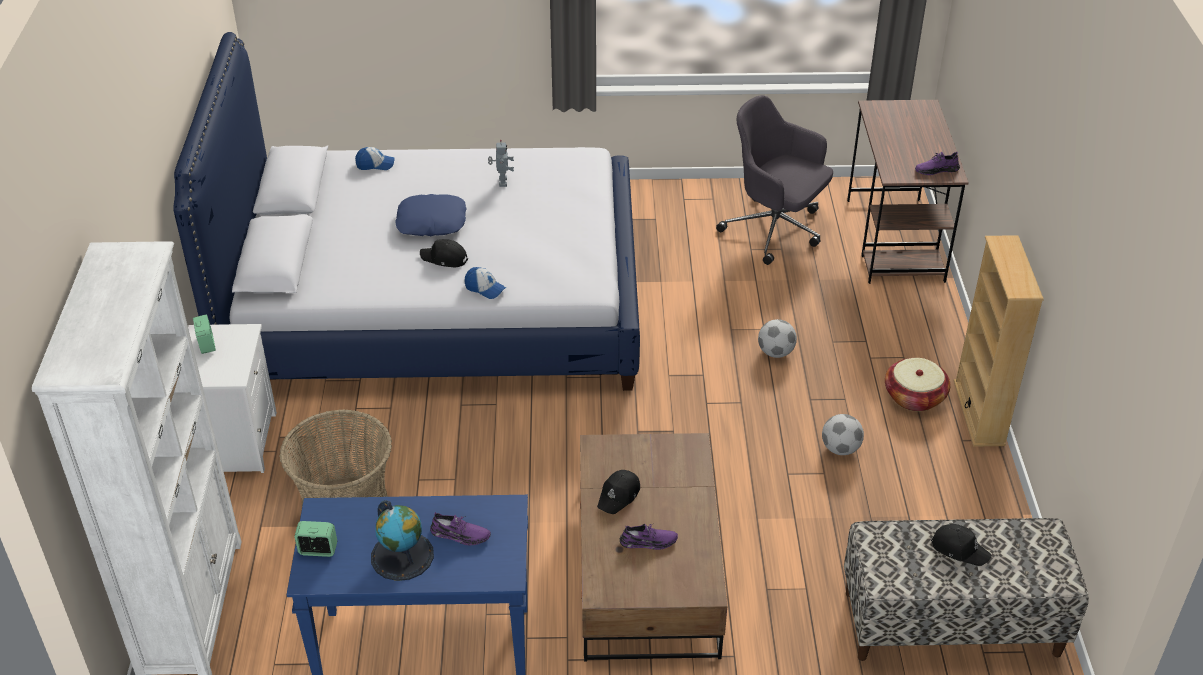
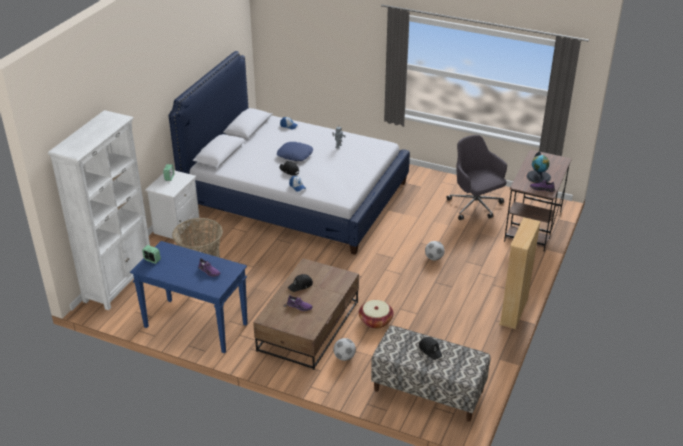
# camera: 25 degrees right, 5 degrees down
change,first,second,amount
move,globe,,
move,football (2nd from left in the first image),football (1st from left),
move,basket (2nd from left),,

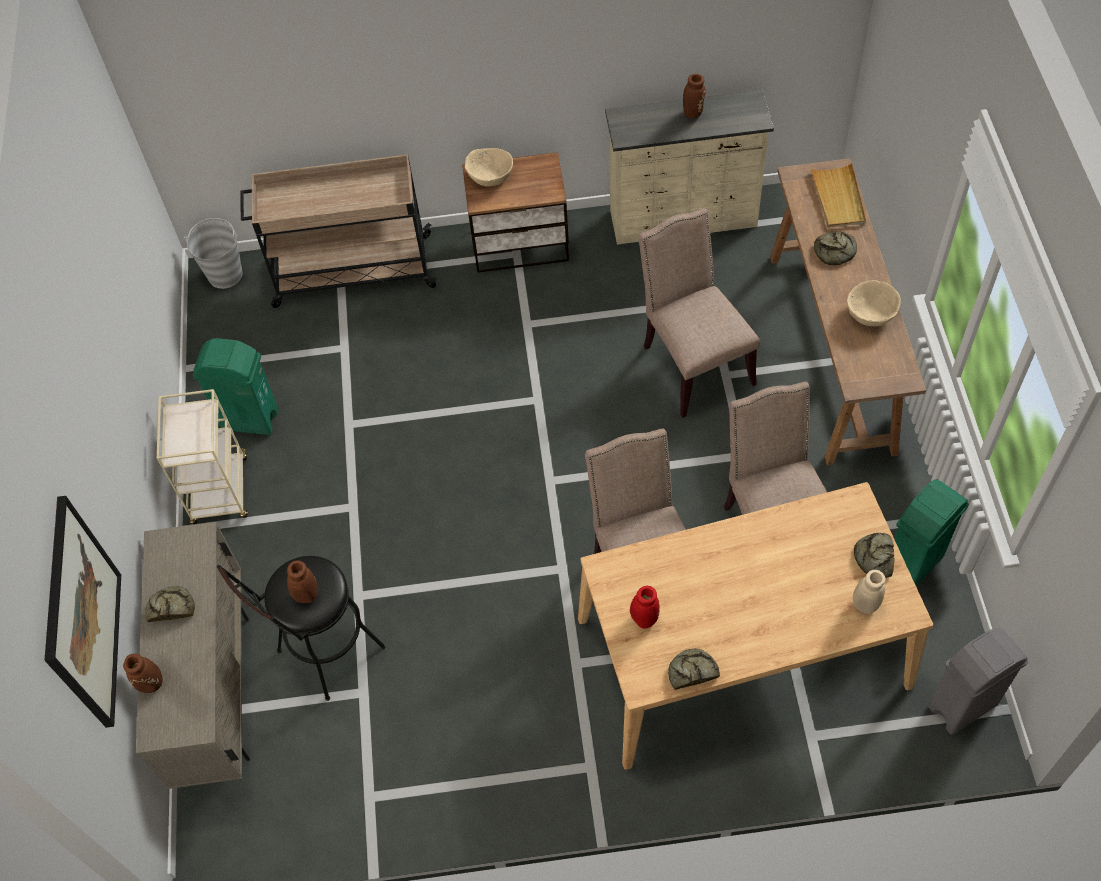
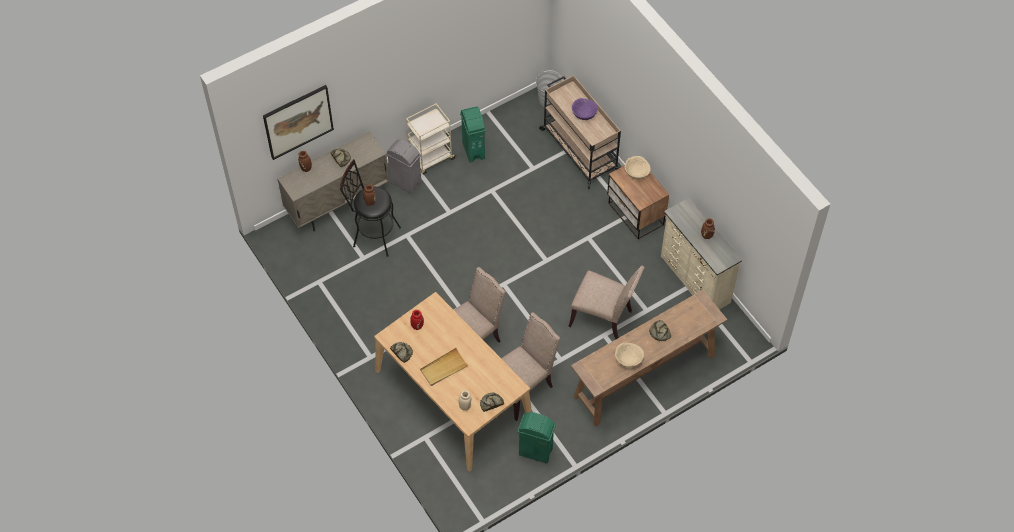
# camera: 60 degrees right, 0 degrees up
change,first,second,amount
insert,,purple bowl,
move,beige tray,,
move,grey trash can,,
rotate,beige chair (2nd from left in the first image),beige chair (3rd from left),75 degrees clockwise

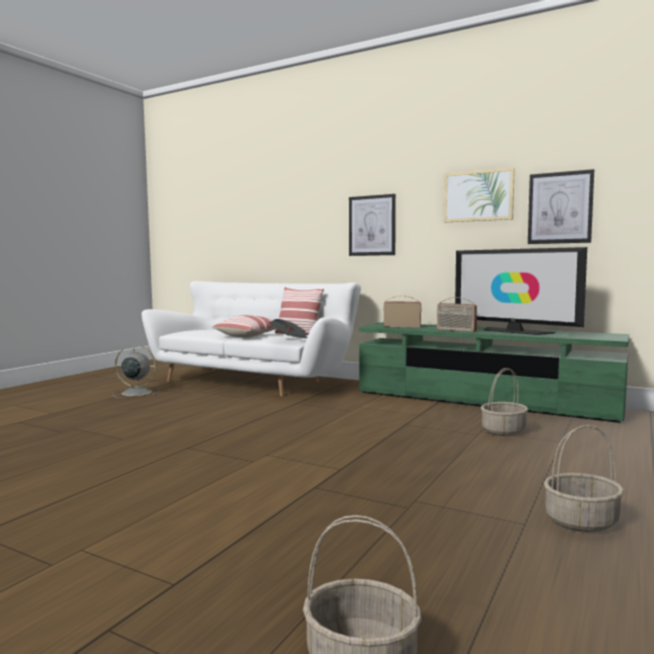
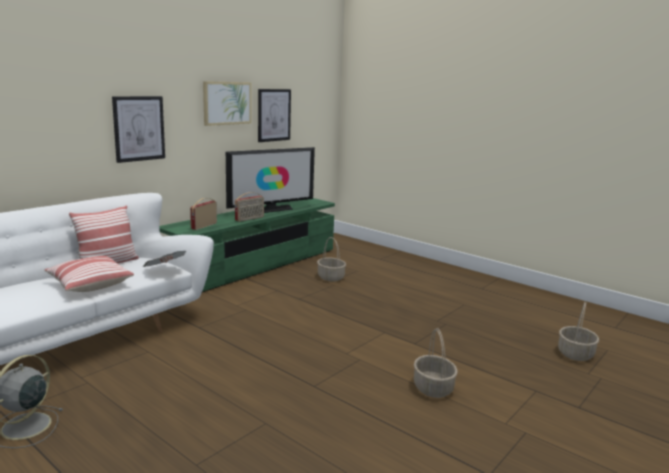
# camera: 80 degrees left, 10 degrees up
change,first,second,amount
move,basket (3rd from left in the first image),basket (2nd from left),

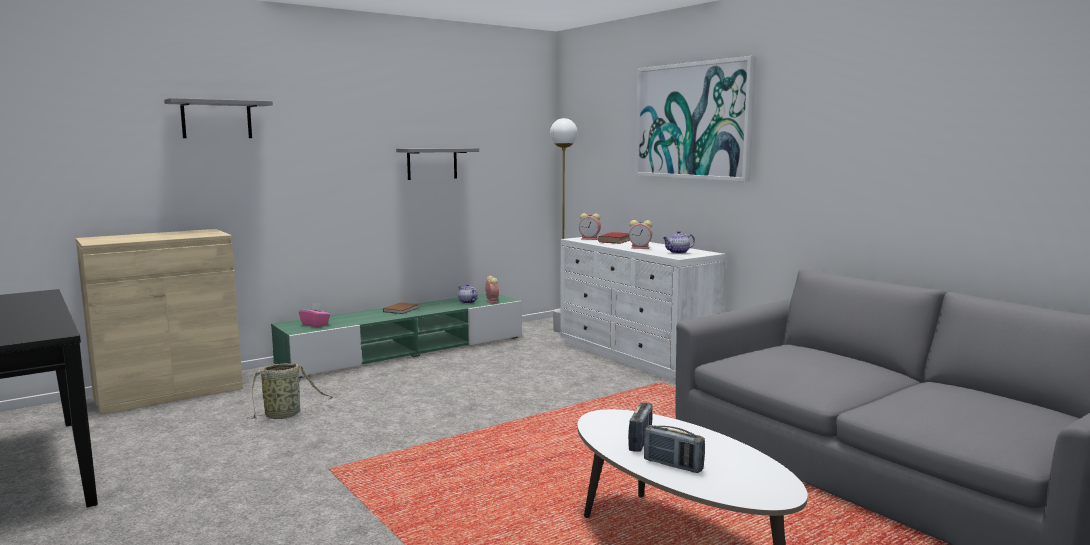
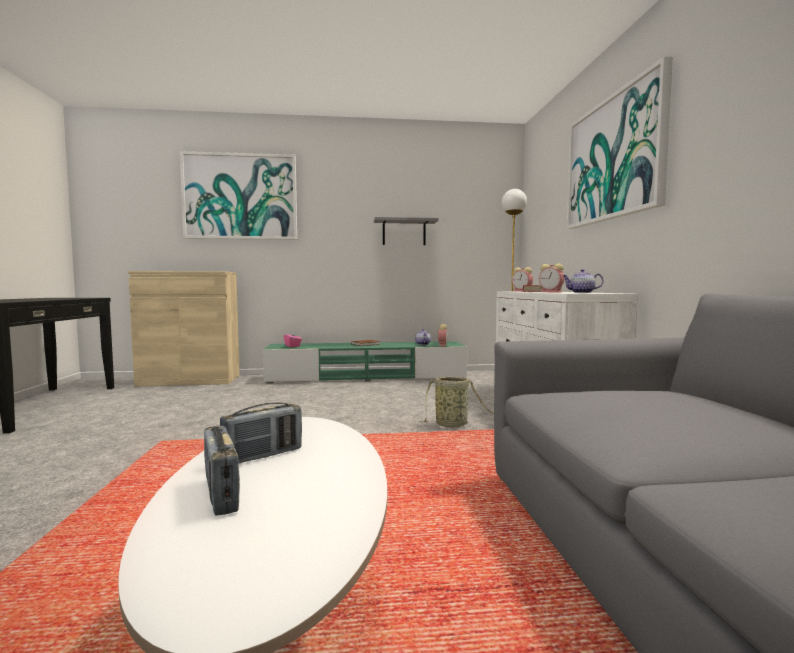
# camera: 30 degrees right, 5 degrees down
change,first,second,amount
move,basket,,
replace,grey shelf (1st from left),picture (1st from left),

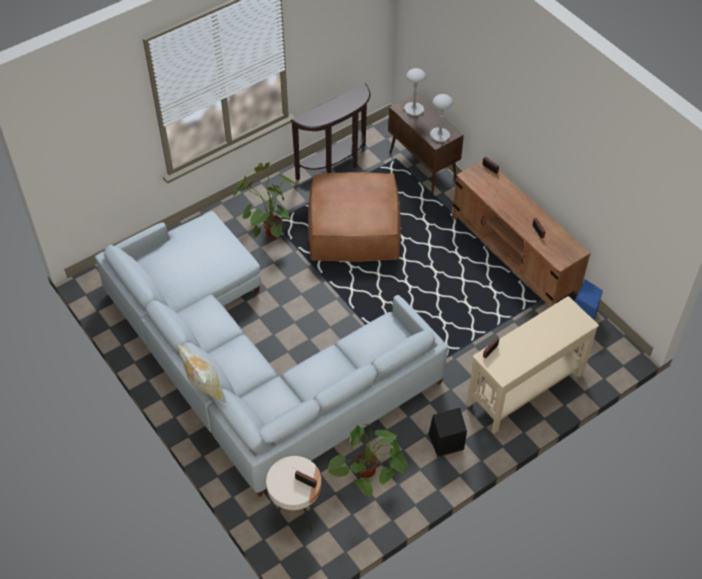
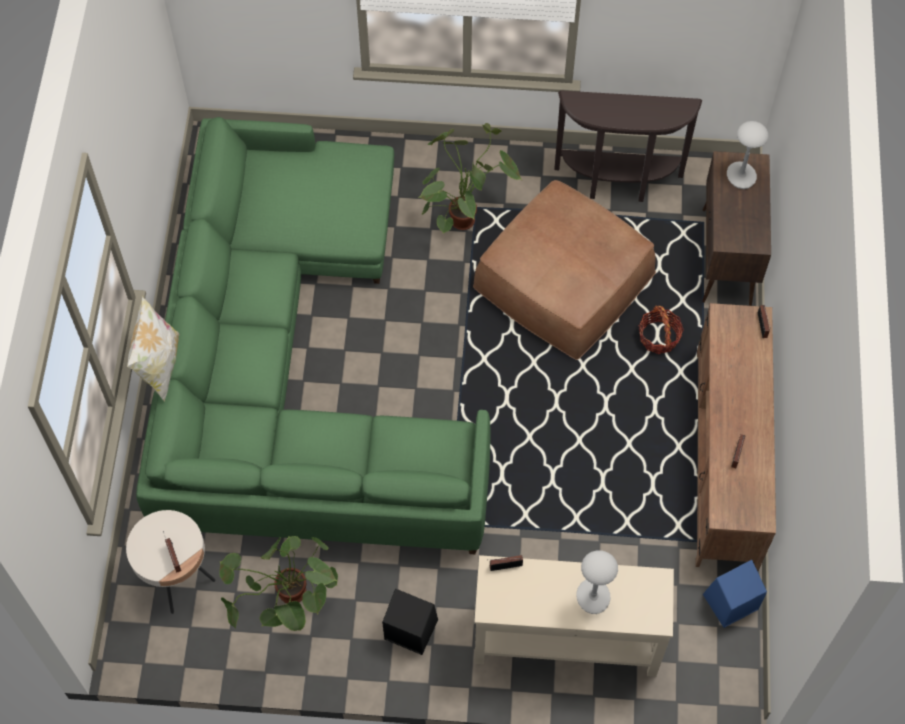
# camera: 40 degrees right, 10 degrees up
change,first,second,amount
insert,,basket,
move,grey table lamp (2nd from left in the first image),grey table lamp (1st from left),
recolor,grey sofa,green sofa,

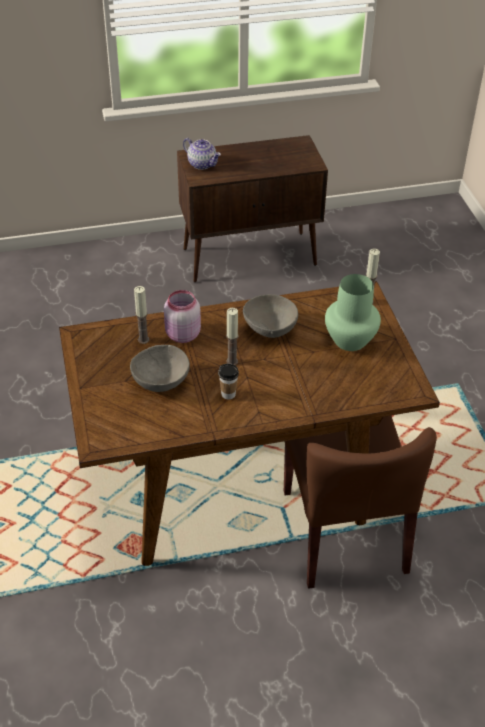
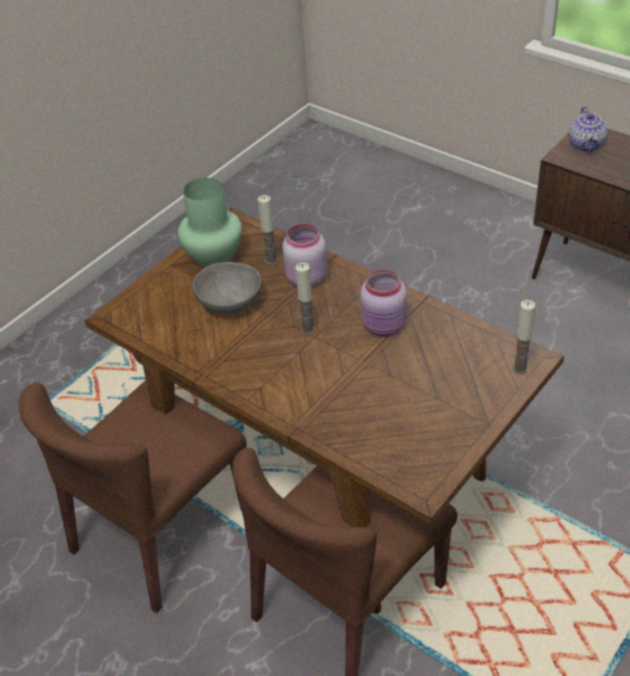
# camera: 55 degrees right, 0 degrees up
change,first,second,amount
delete,cup,,
insert,,brown chair (1st from left),
move,green vase,,
replace,grey bowl (2nd from left),pink jar (2nd from left),

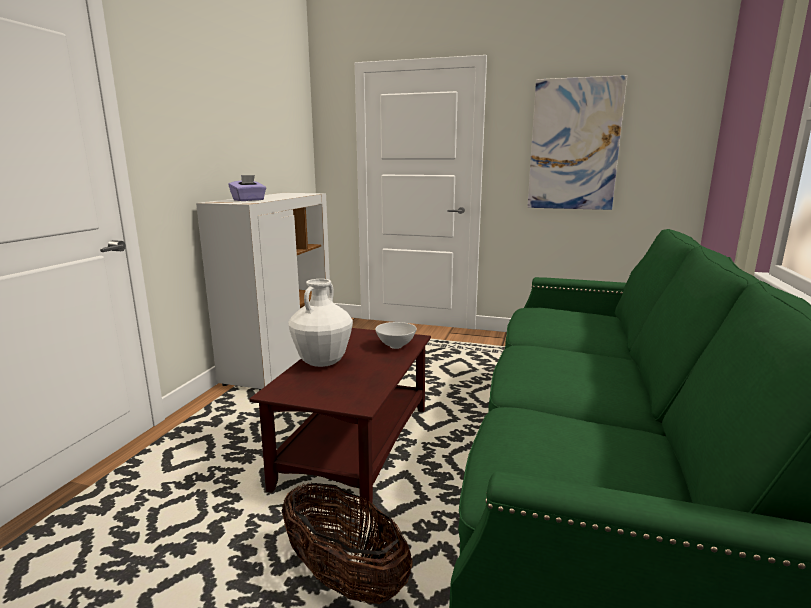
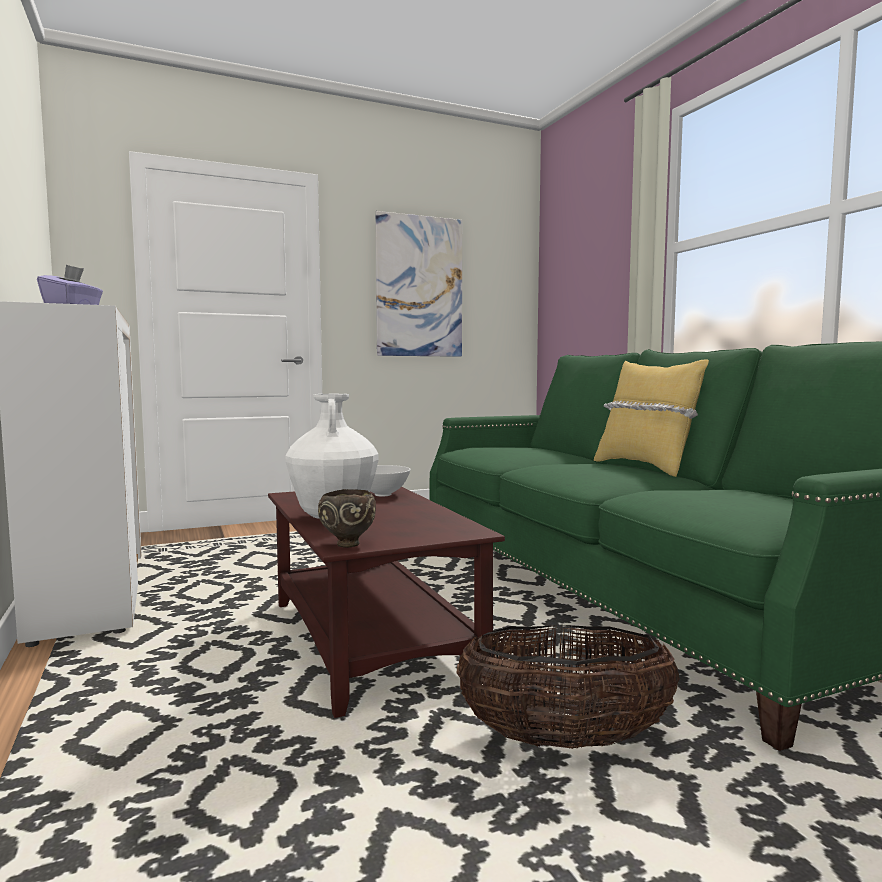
# camera: 40 degrees left, 10 degrees down
change,first,second,amount
insert,,brown bowl,
insert,,yellow pillow,

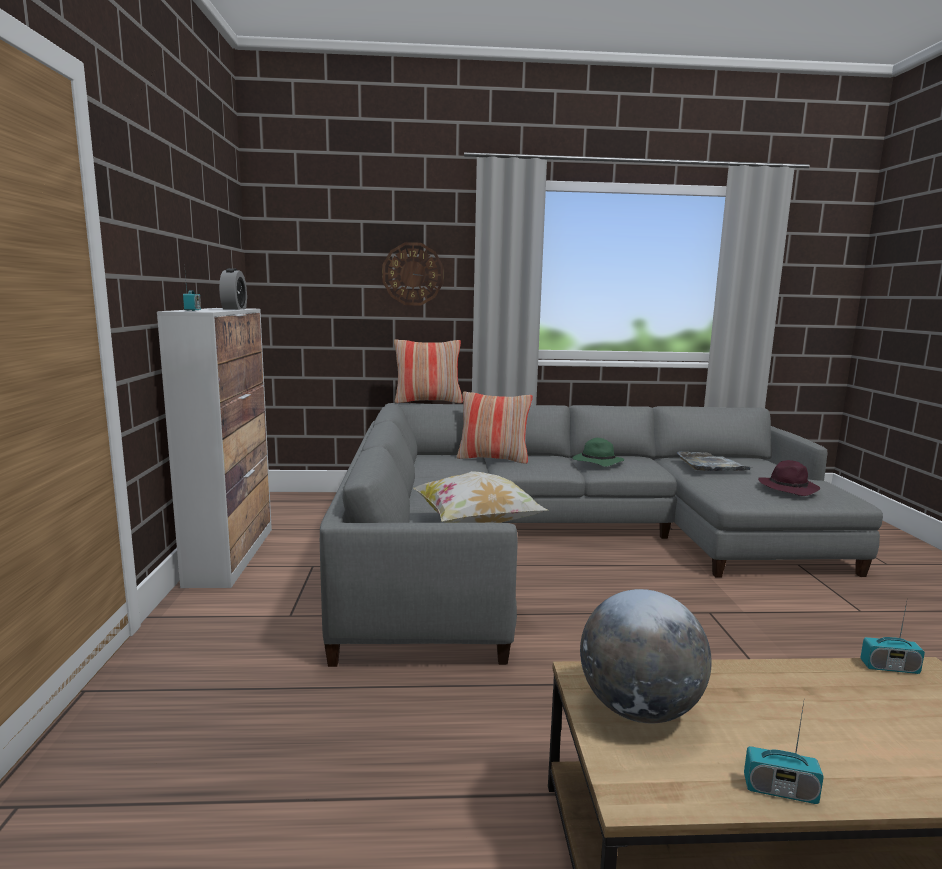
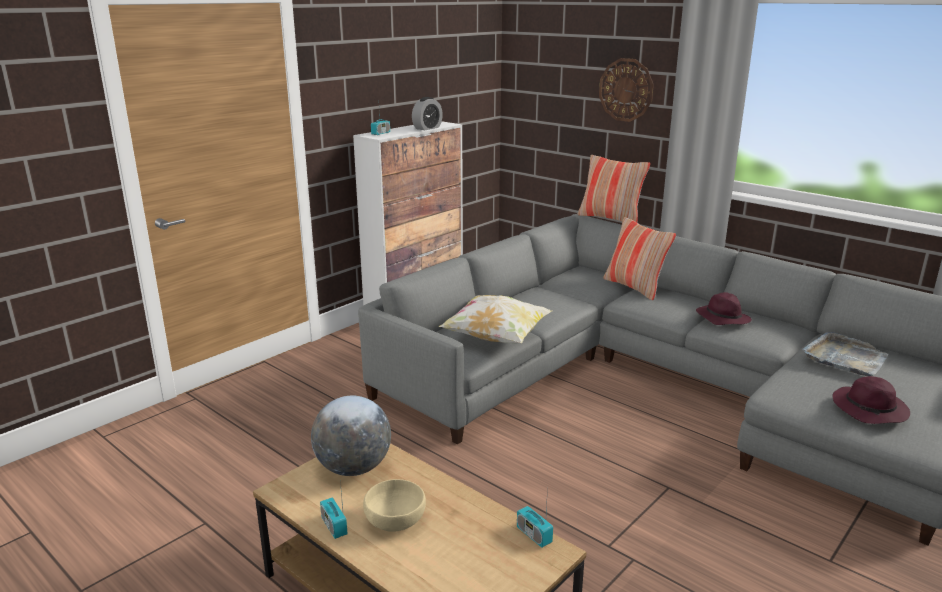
# camera: 45 degrees right, 10 degrees up
change,first,second,amount
insert,,beige bowl,
recolor,green hat,purple hat (1st from left),

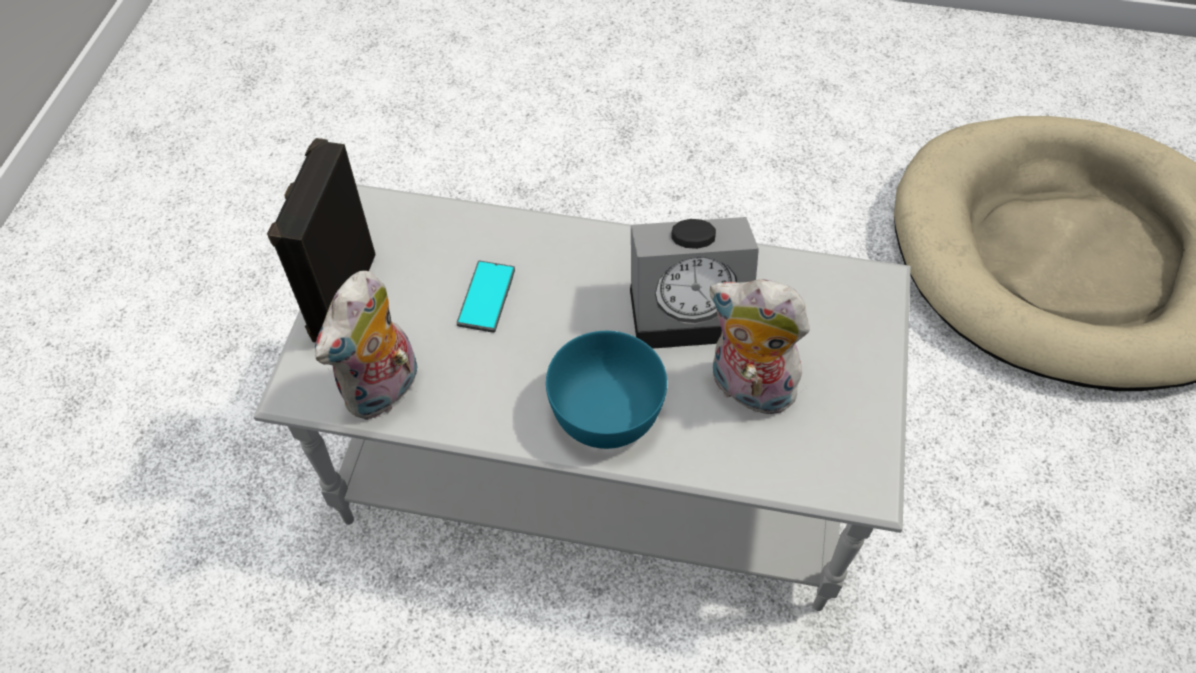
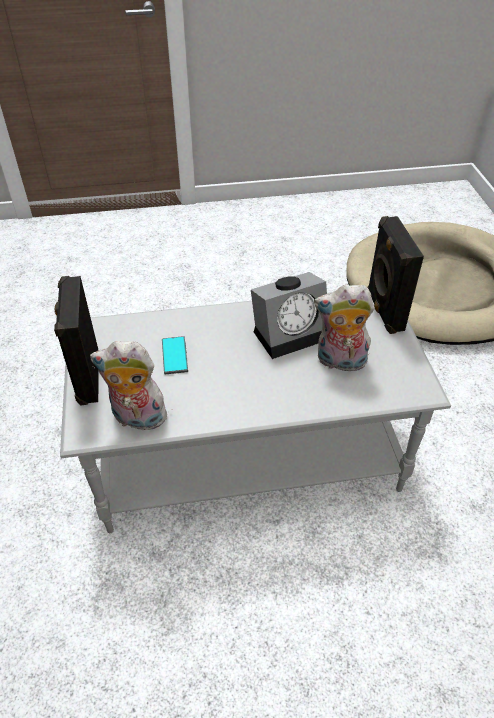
# camera: 20 degrees left, 10 degrees down
change,first,second,amount
delete,turquoise bowl,,
insert,,black speaker (2nd from left),
rotate,plush toy (1st from left),,90 degrees clockwise

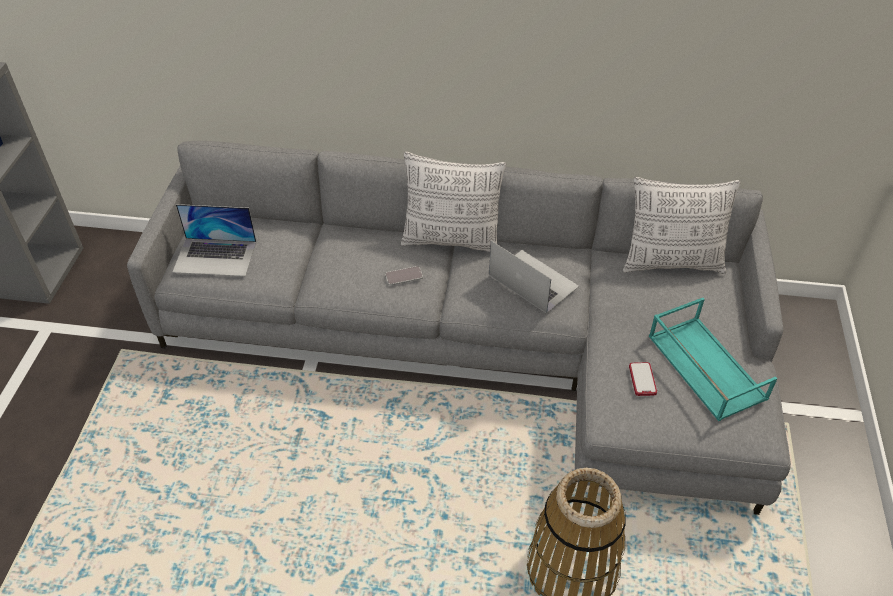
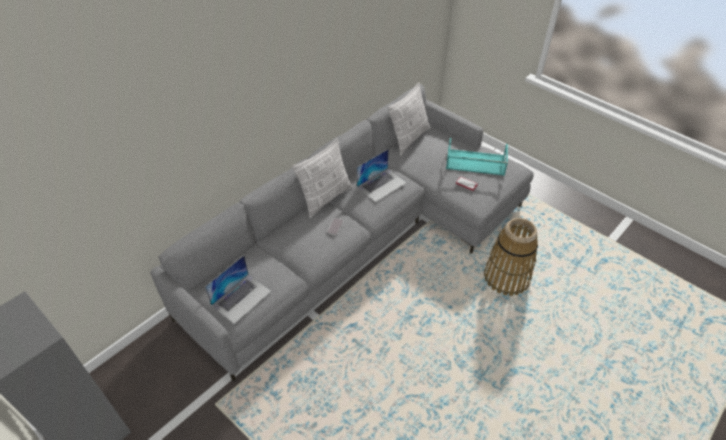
# camera: 55 degrees left, 0 degrees up
change,first,second,amount
rotate,laptop (2nd from left),,150 degrees clockwise

